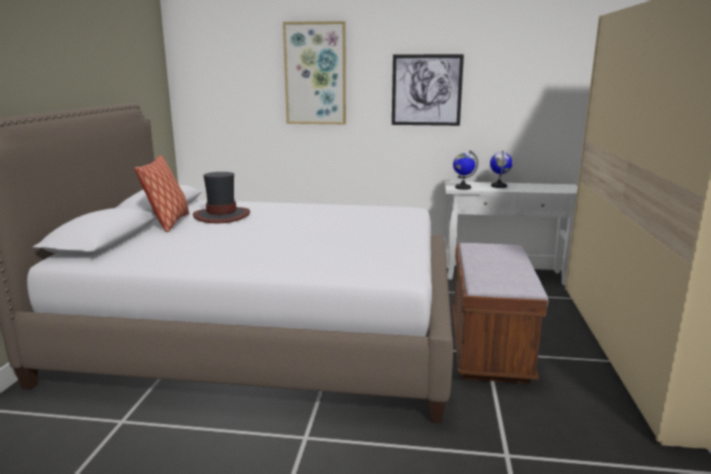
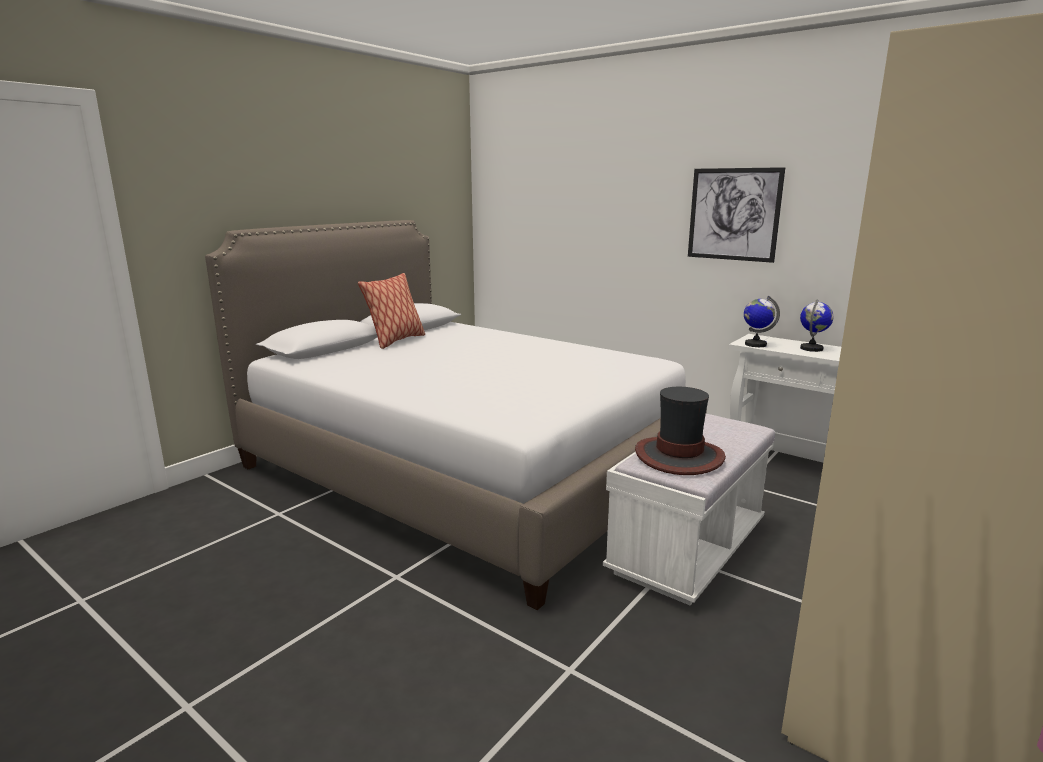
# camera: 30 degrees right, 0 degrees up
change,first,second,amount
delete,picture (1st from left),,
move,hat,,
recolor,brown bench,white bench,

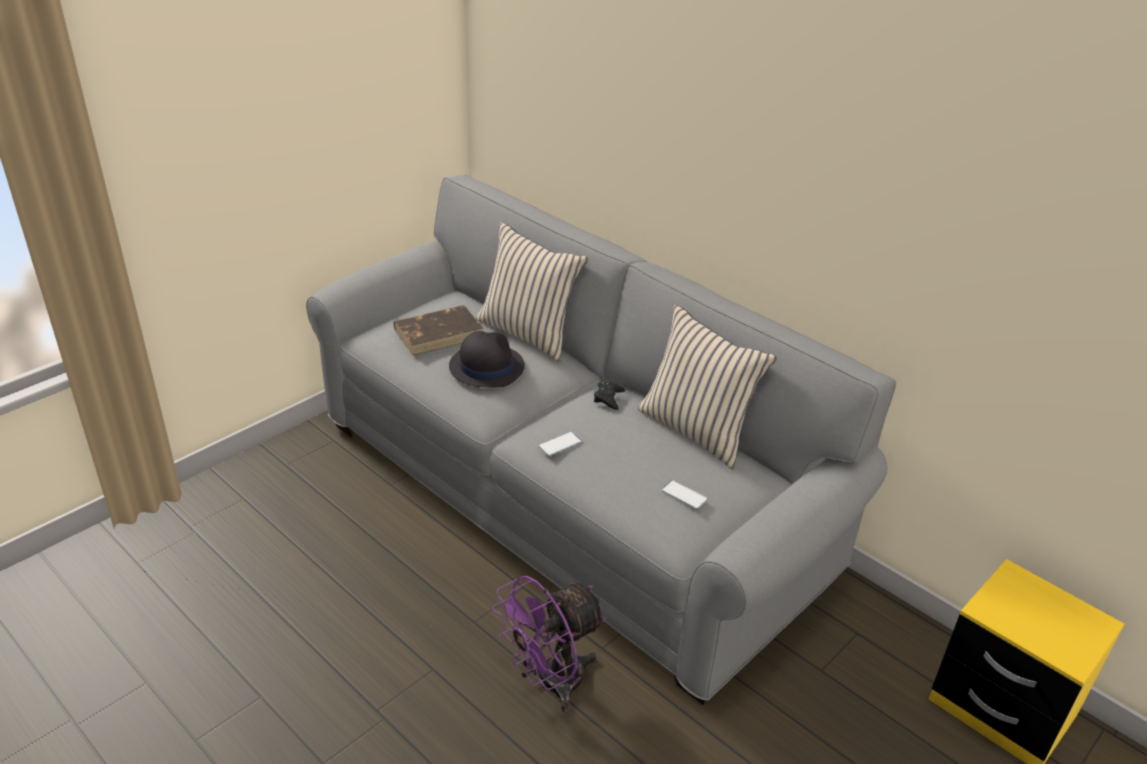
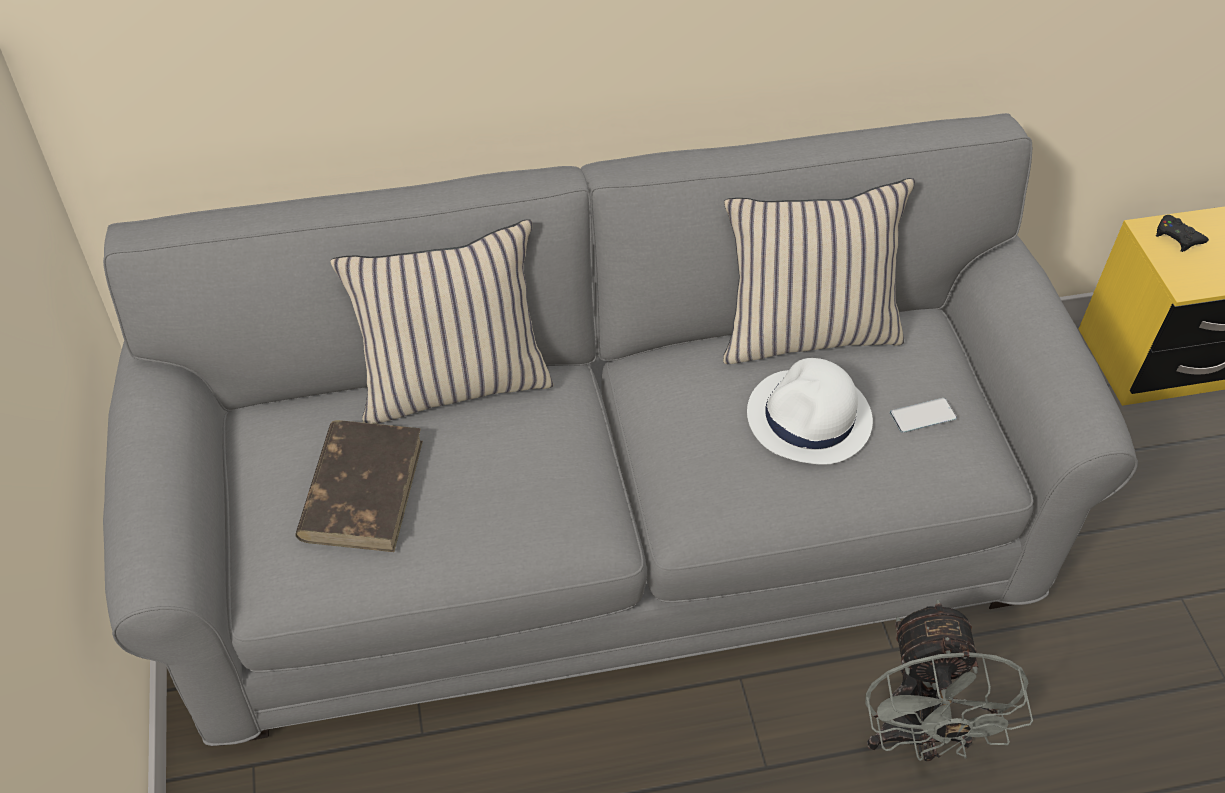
# camera: 55 degrees left, 15 degrees up
change,first,second,amount
delete,black hat,,
delete,phone (1st from left),,
insert,,white hat,
move,black game controller,,
recolor,purple fan,grey fan,

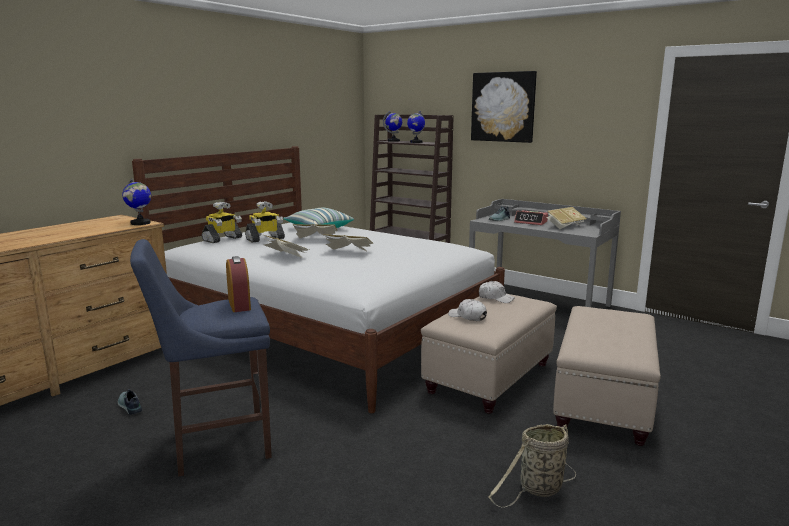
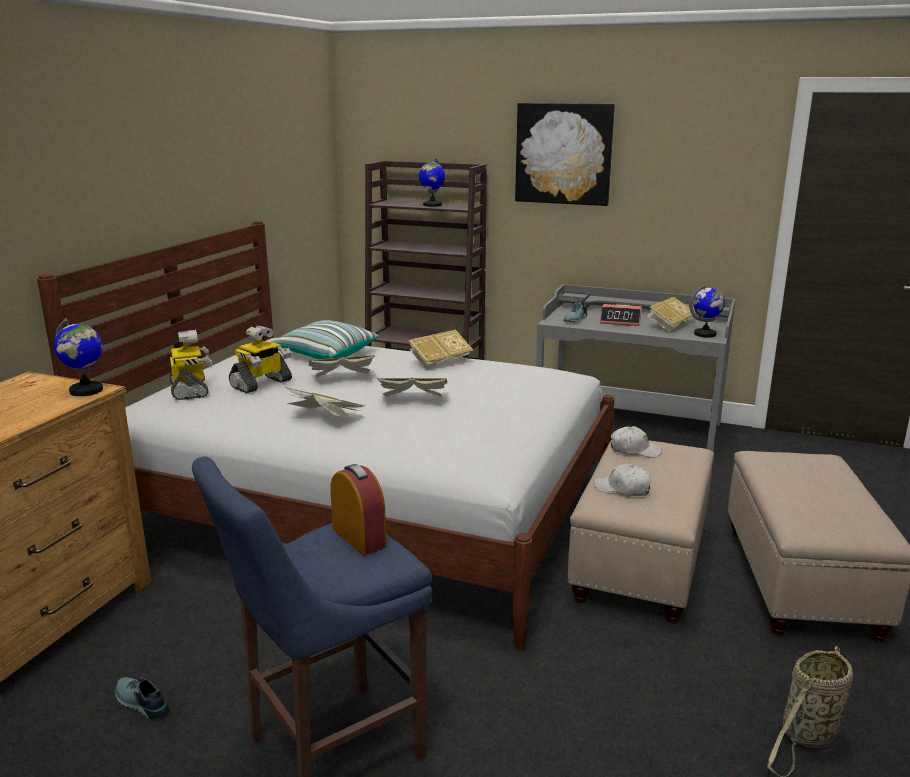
# camera: 15 degrees left, 5 degrees up
change,first,second,amount
insert,,book (4th from left),
move,globe (2nd from left in the first image),globe (3rd from left),
rotate,toy robot (1st from left),,45 degrees counterclockwise

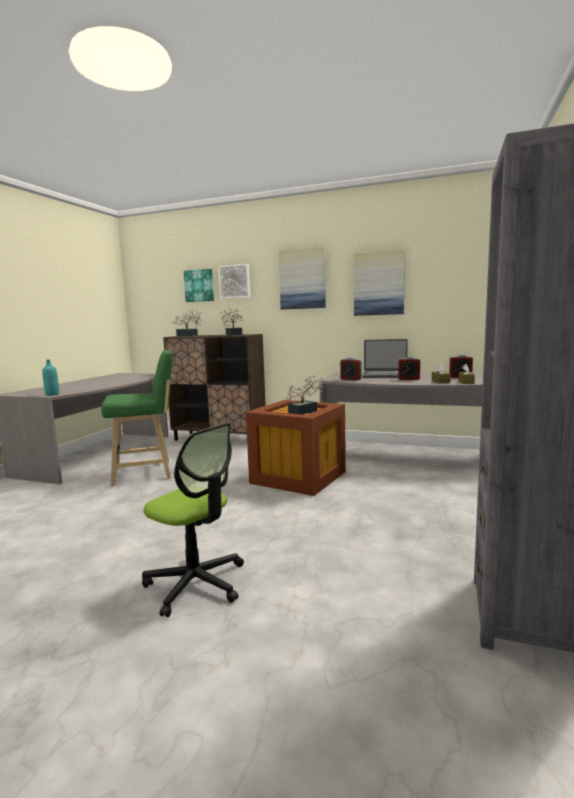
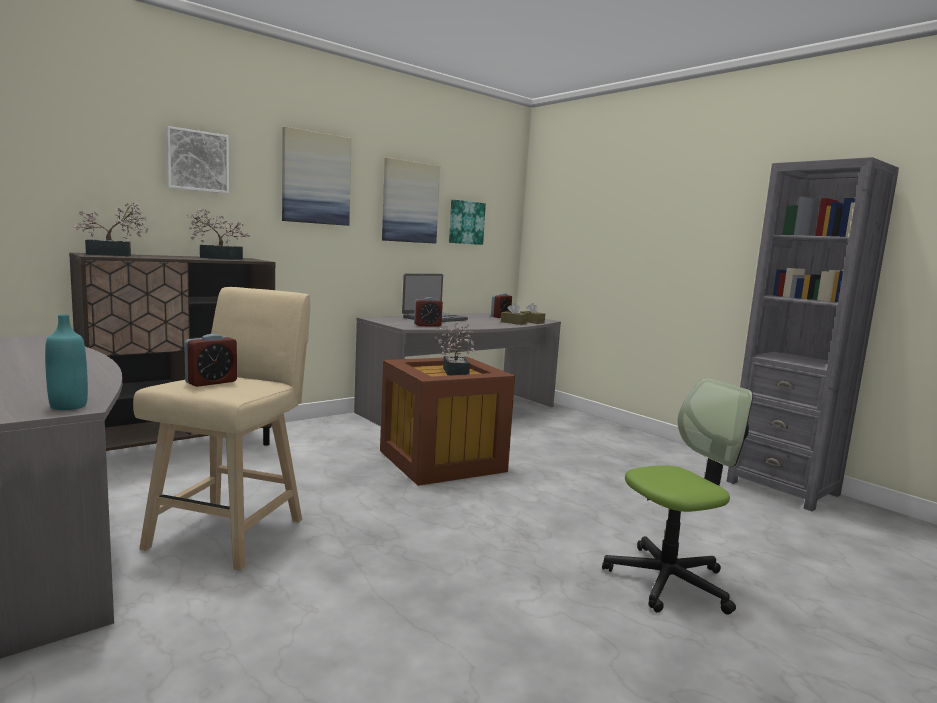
# camera: 60 degrees left, 0 degrees up
change,first,second,amount
move,picture (1st from left in the first image),picture (4th from left),
move,alarm clock (2nd from left in the first image),alarm clock (1st from left),
recolor,green stool,beige stool,

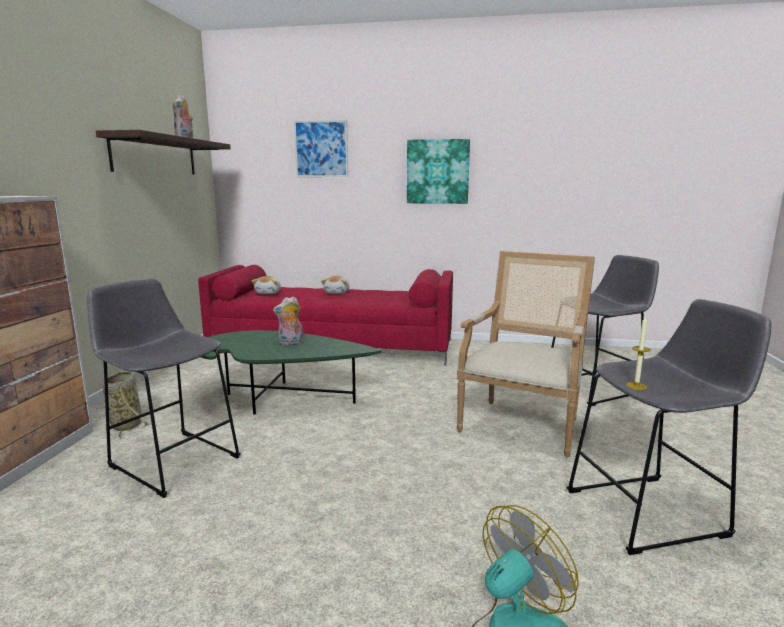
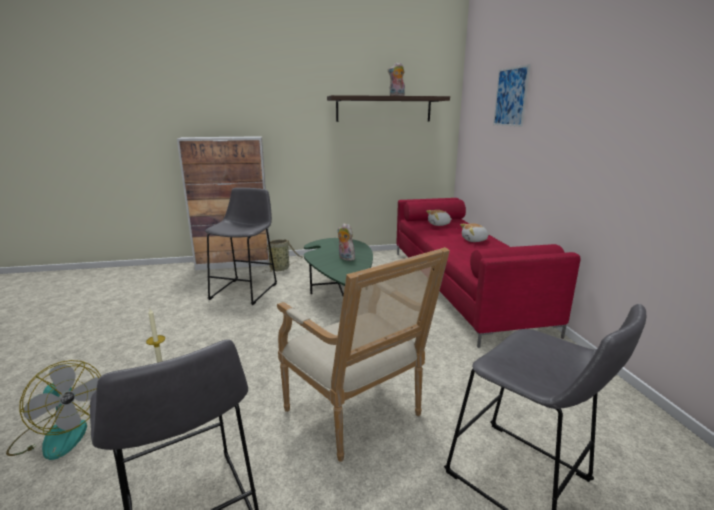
# camera: 70 degrees right, 5 degrees up
change,first,second,amount
delete,picture (2nd from left),,
rotate,armchair,,45 degrees clockwise

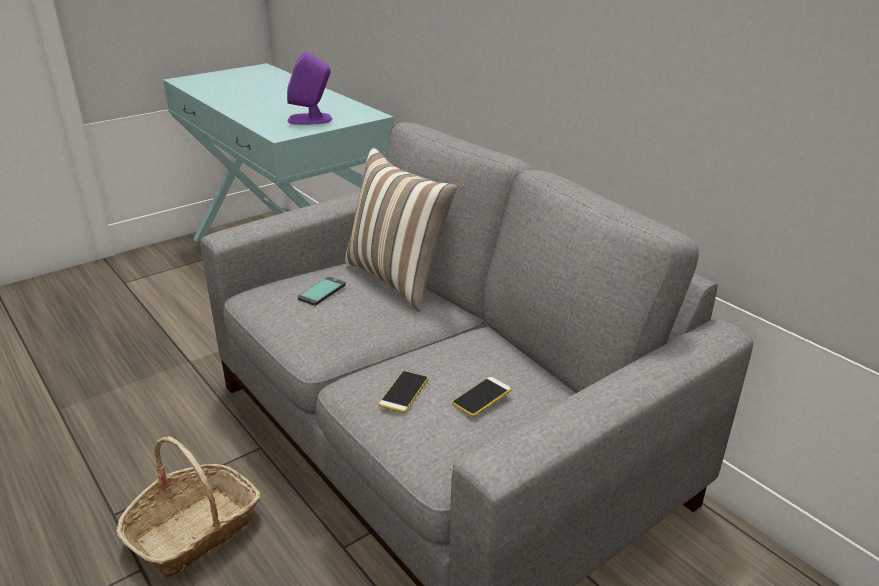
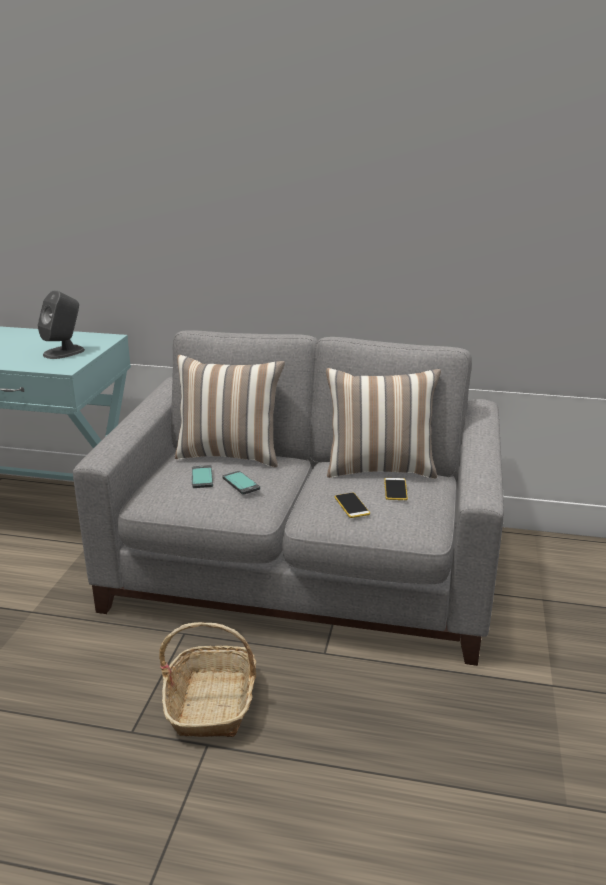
# camera: 40 degrees left, 5 degrees down
change,first,second,amount
insert,,phone (2nd from left),
insert,,pillow (2nd from left),
recolor,purple speaker,grey speaker,

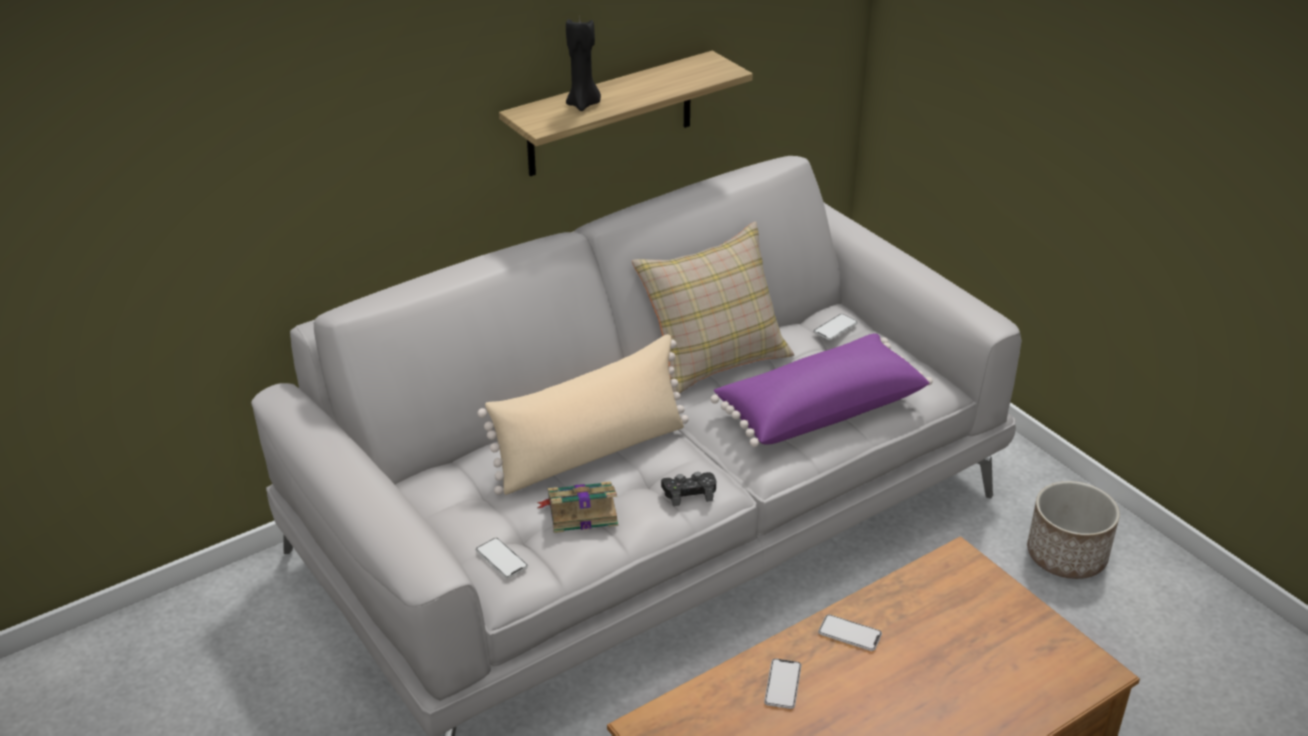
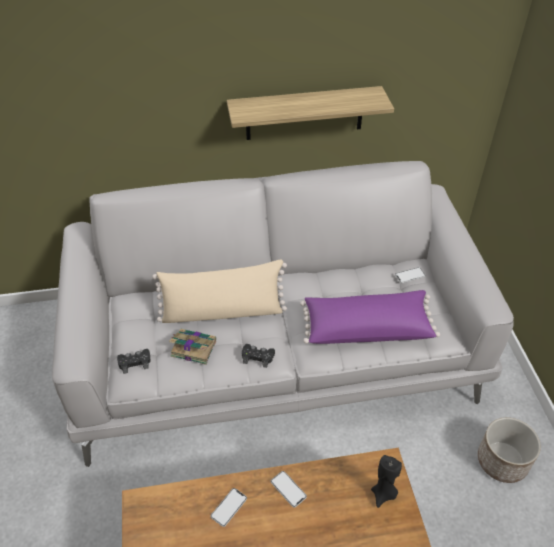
# camera: 25 degrees right, 10 degrees up
change,first,second,amount
delete,beige pillow (2nd from left),,
move,black candle,,
replace,phone (1st from left),black game controller (1st from left),

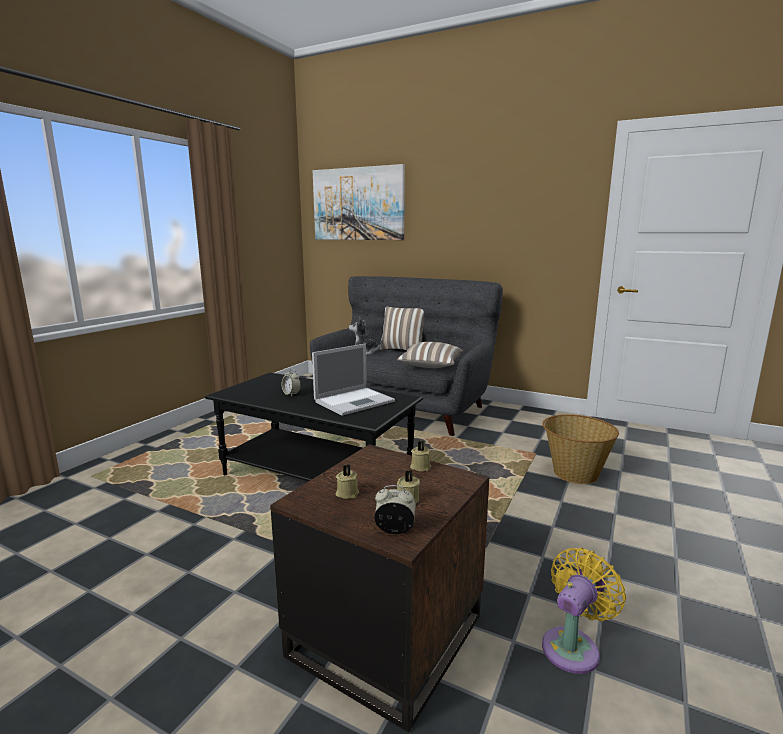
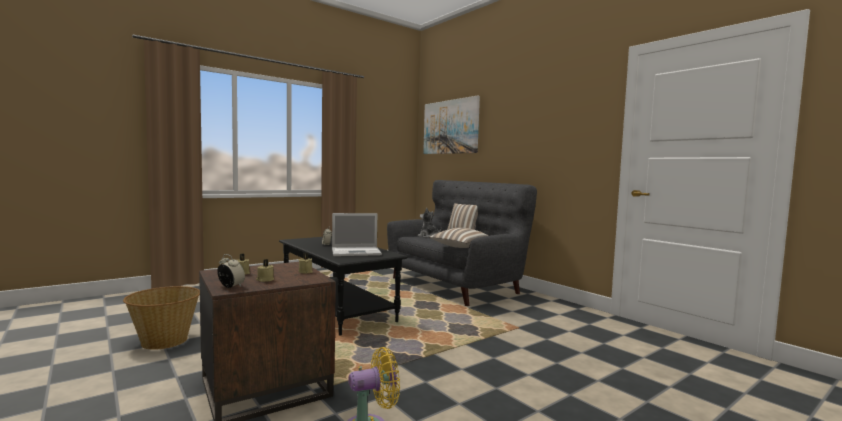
# camera: 25 degrees right, 10 degrees down
change,first,second,amount
move,basket,,

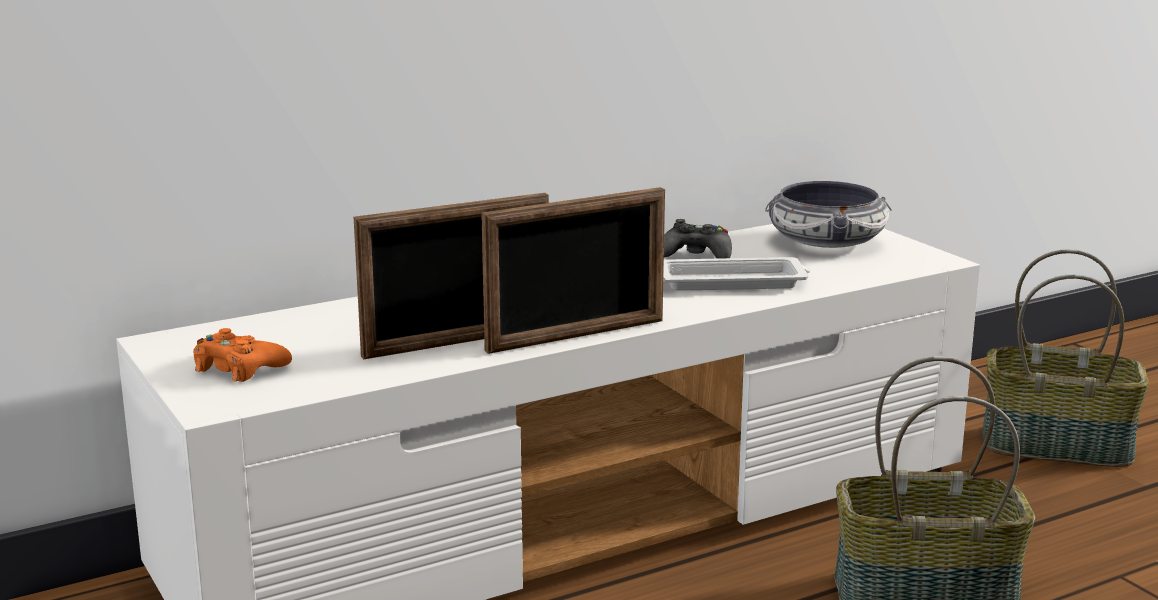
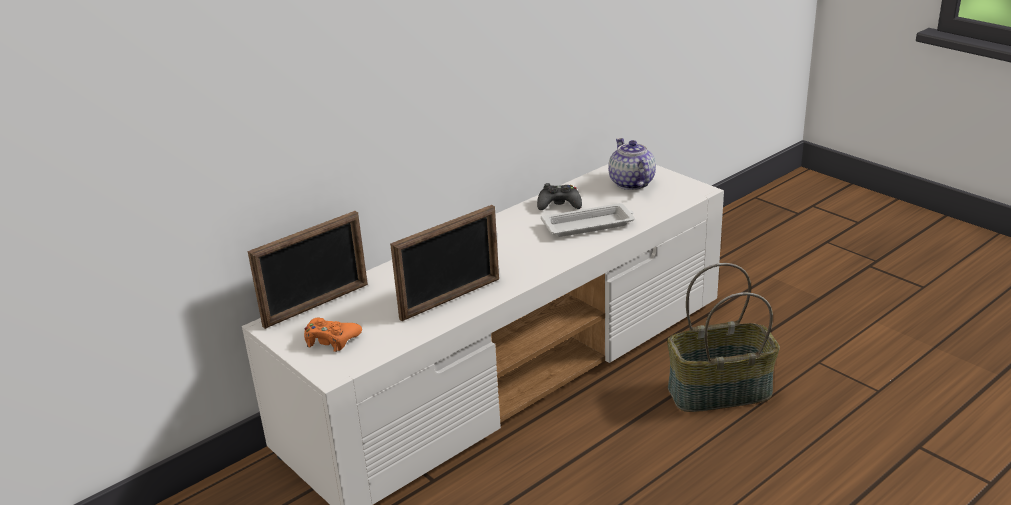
# camera: 10 degrees left, 10 degrees up
change,first,second,amount
delete,basket (2nd from left),,
move,picture frame (2nd from left in the first image),picture frame (1st from left),
replace,bowl,teapot,

